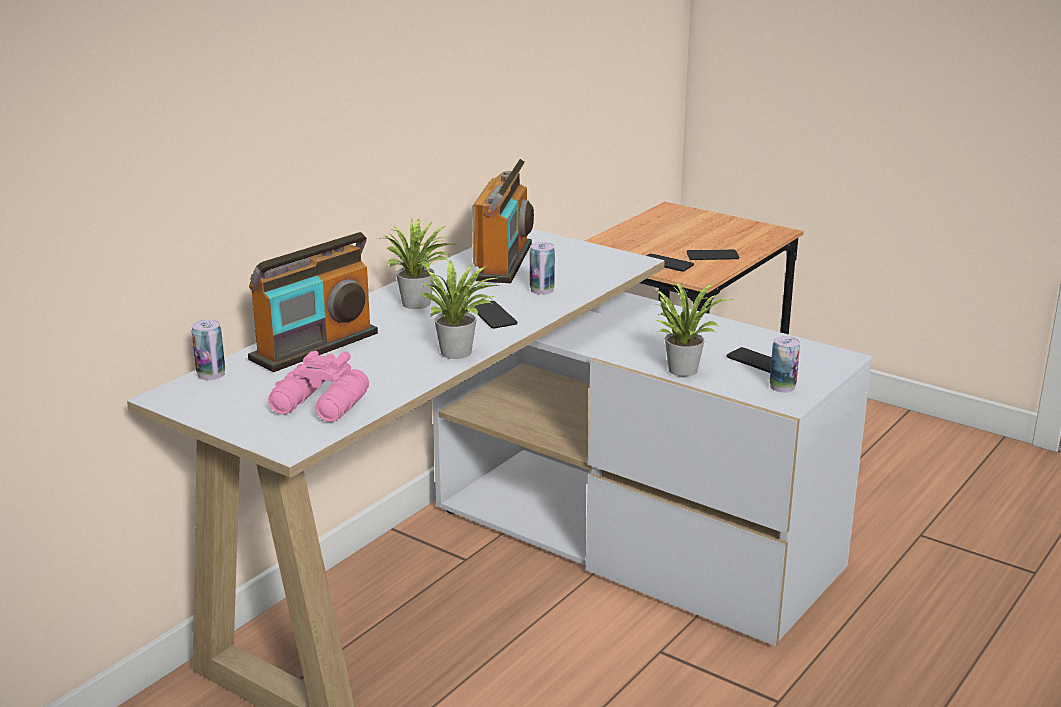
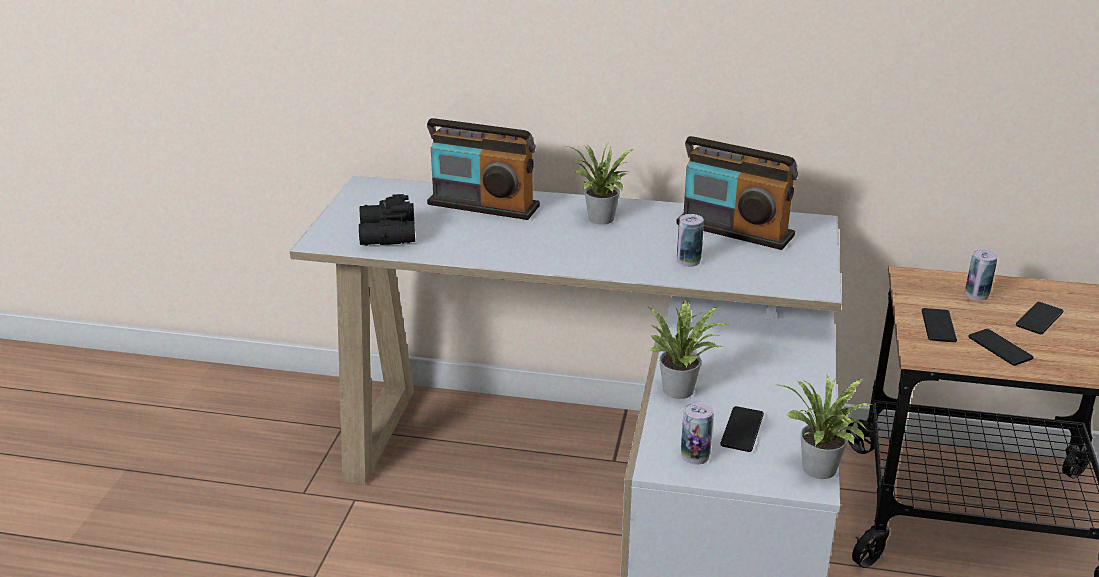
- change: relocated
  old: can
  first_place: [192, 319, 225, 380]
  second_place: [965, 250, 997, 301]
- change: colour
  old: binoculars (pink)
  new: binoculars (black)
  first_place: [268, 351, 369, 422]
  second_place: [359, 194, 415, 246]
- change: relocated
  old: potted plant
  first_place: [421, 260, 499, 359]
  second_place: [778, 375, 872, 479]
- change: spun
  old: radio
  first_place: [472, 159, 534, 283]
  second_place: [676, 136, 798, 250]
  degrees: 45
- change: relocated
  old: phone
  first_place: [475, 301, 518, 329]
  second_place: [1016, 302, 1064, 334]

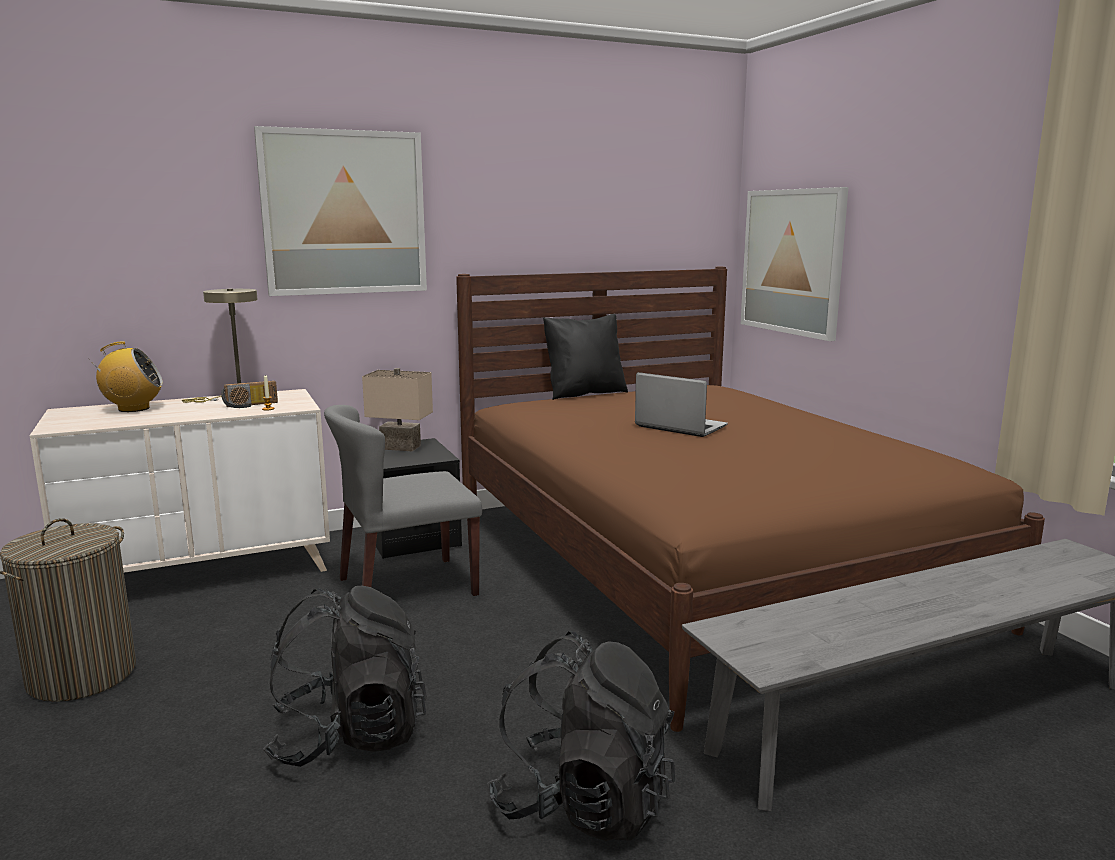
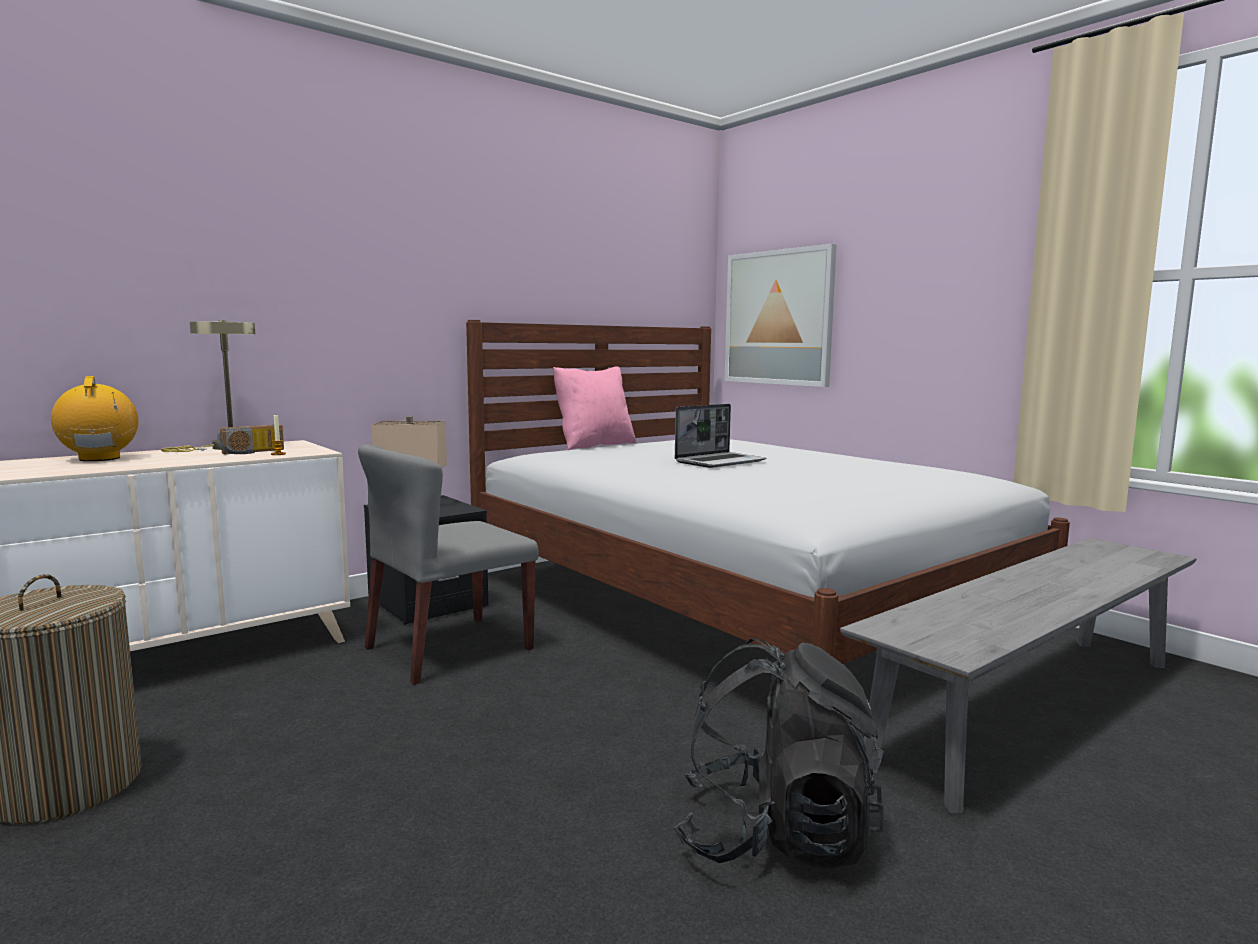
- change: spun
  old: radio
  first_place: [88, 342, 163, 412]
  second_place: [51, 376, 138, 461]
  degrees: -90
- change: missing
  old: picture
  first_place: [254, 126, 427, 296]
- change: missing
  old: backpack (black)
  first_place: [263, 586, 427, 767]
- change: colour
  old: bed (brown)
  new: bed (white)
  first_place: [456, 267, 1045, 732]
  second_place: [466, 320, 1070, 664]
- change: colour
  old: pillow (black)
  new: pillow (pink)
  first_place: [543, 314, 628, 400]
  second_place: [553, 366, 636, 450]
- change: spun
  old: laptop
  first_place: [635, 372, 728, 437]
  second_place: [675, 404, 766, 468]
  degrees: 120

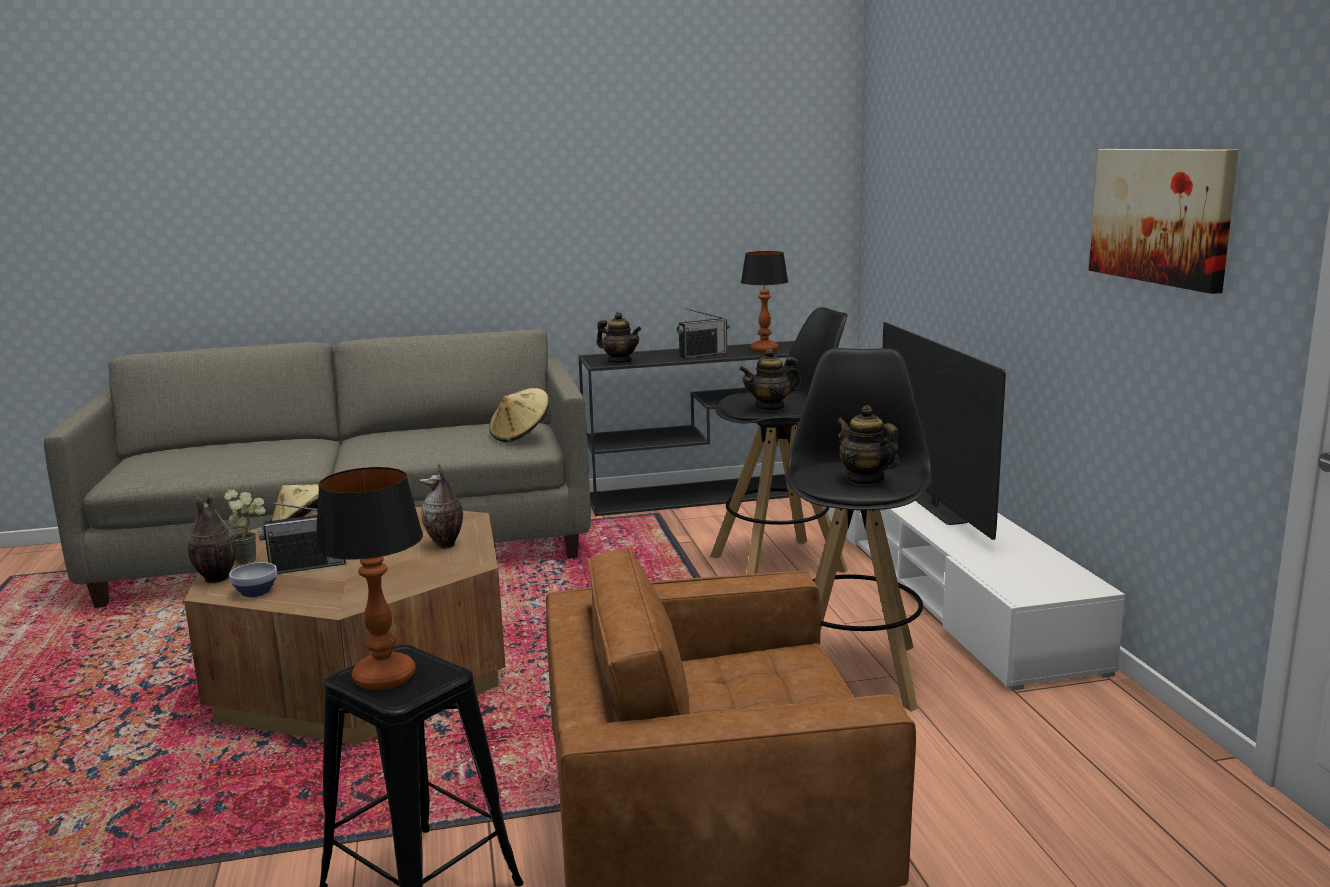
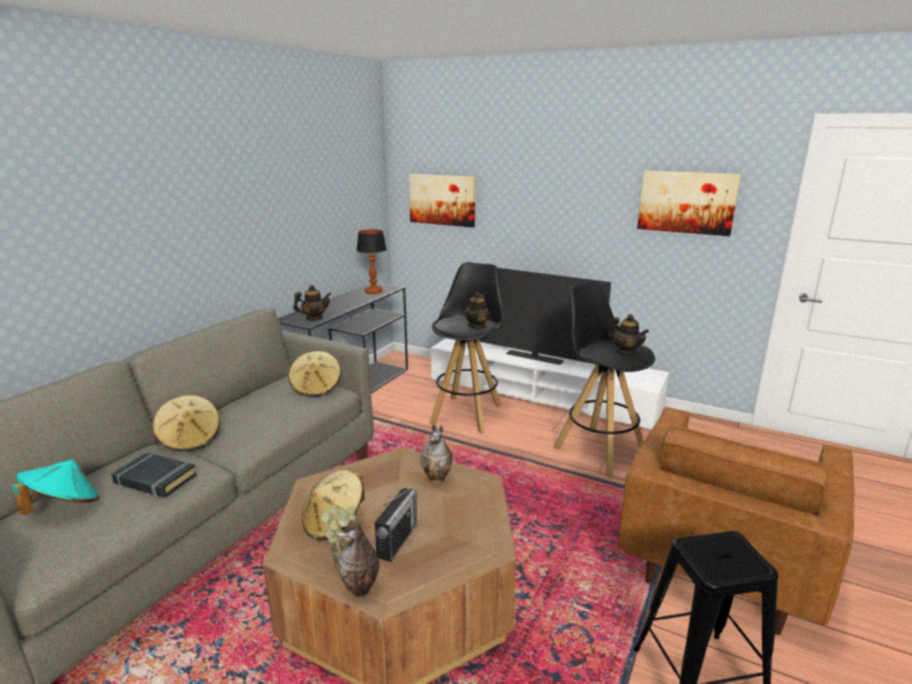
- change: missing
  old: bowl
  first_place: [229, 562, 277, 597]
- change: missing
  old: table lamp
  first_place: [315, 467, 423, 690]
- change: missing
  old: radio
  first_place: [677, 308, 730, 358]
- change: spun
  old: teapot
  first_place: [836, 405, 899, 485]
  second_place: [608, 314, 649, 355]
  degrees: -135
- change: appeared
  new: hat (turquoise)
  second_place: [12, 460, 99, 515]
- change: appeared
  new: book (black)
  second_place: [111, 452, 197, 498]
- change: appeared
  new: hat (beige)
  second_place: [152, 395, 220, 451]
- change: appeared
  new: picture
  second_place: [409, 174, 475, 228]

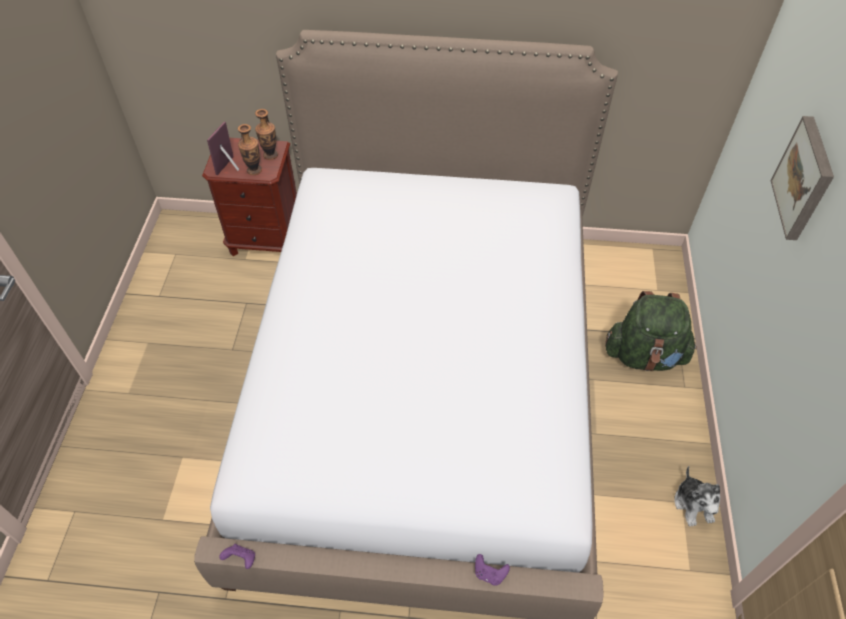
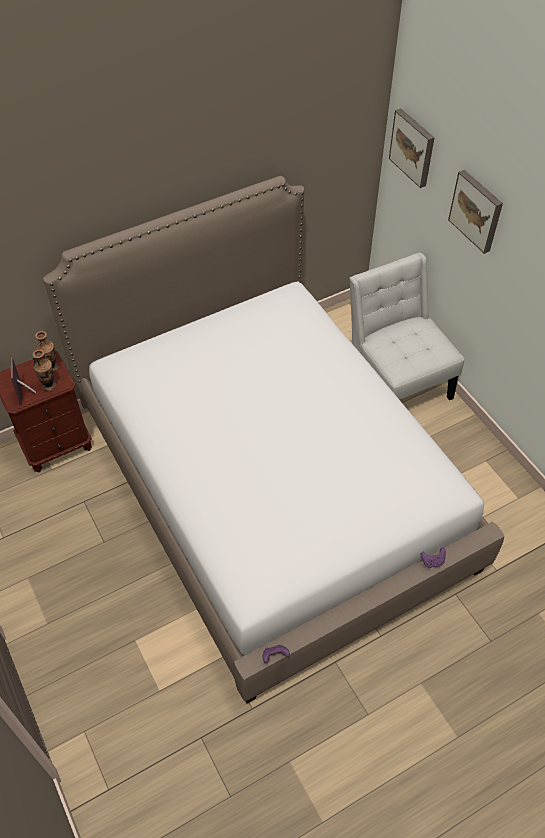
- change: exchanged
  old: backpack (green)
  new: chair (white)
  first_place: [605, 291, 697, 371]
  second_place: [349, 253, 464, 400]
- change: missing
  old: plush toy
  first_place: [675, 466, 720, 527]
- change: appeared
  new: picture
  second_place: [389, 108, 435, 188]

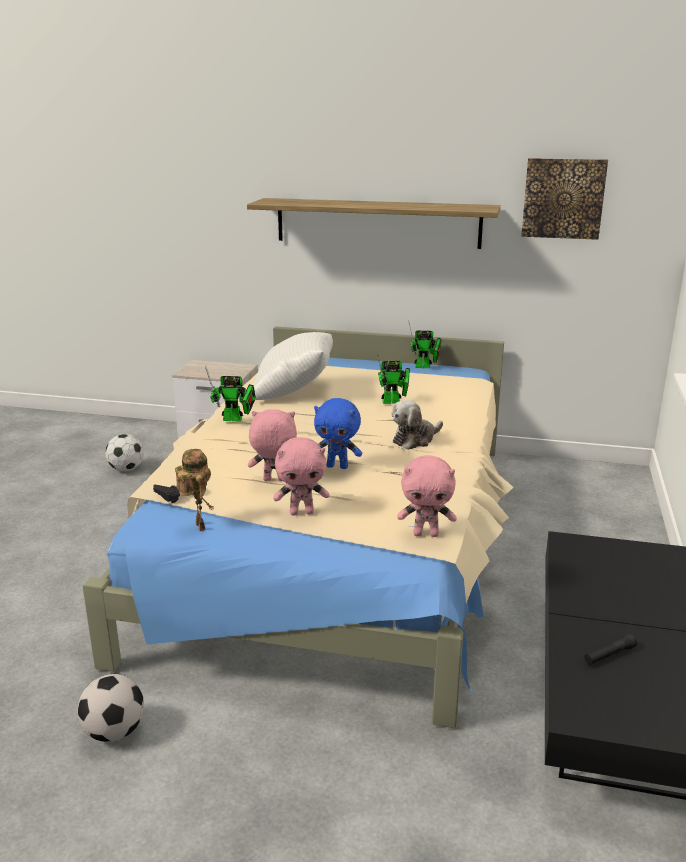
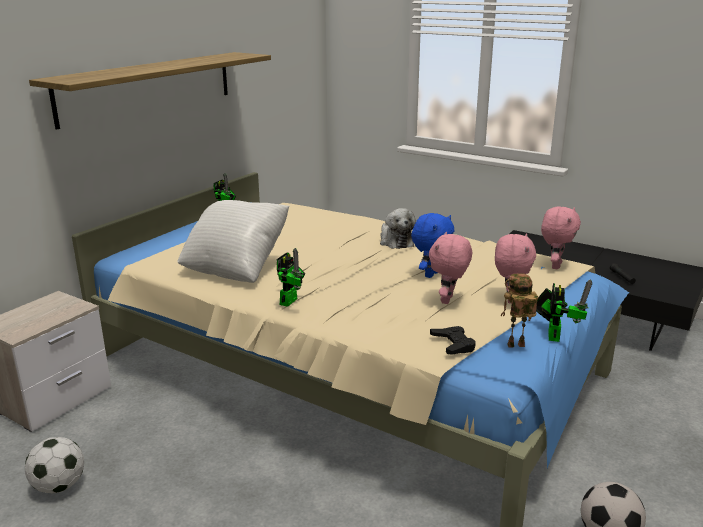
- change: relocated
  old: toy robot
  first_place: [377, 352, 410, 404]
  second_place: [536, 279, 593, 342]
- change: missing
  old: picture
  first_place: [521, 158, 608, 240]

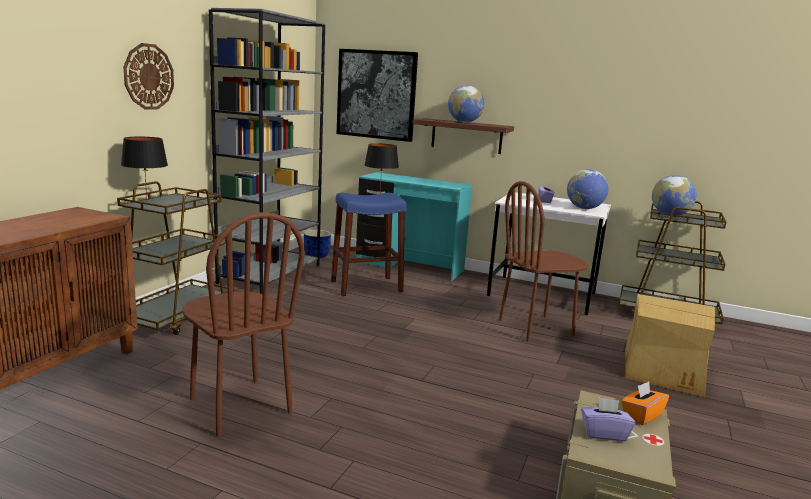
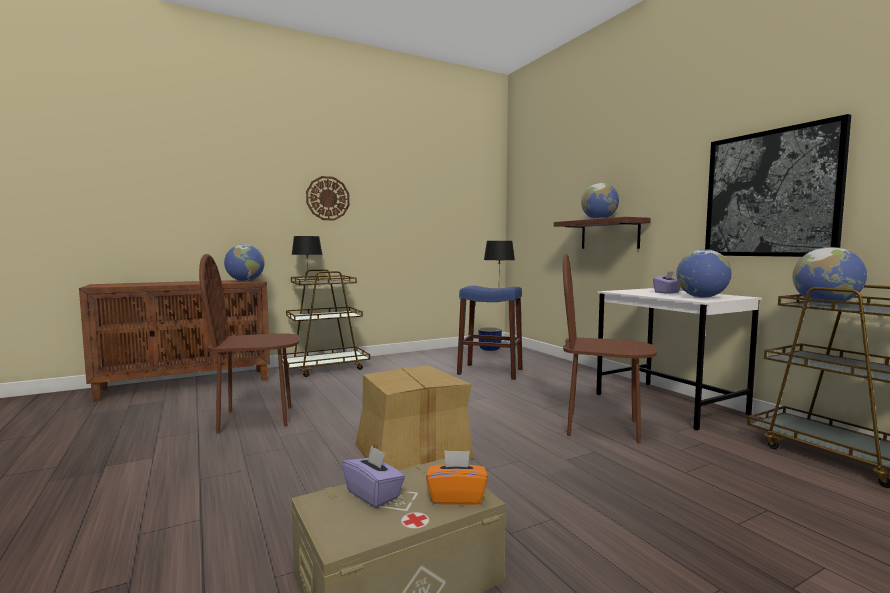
- change: spun
  old: chair (brown)
  first_place: [182, 212, 305, 437]
  second_place: [199, 254, 300, 433]
  degrees: 75
- change: missing
  old: bookcase (grey)
  first_place: [209, 8, 325, 294]
- change: relocated
  old: picture
  first_place: [337, 49, 418, 142]
  second_place: [705, 114, 851, 257]
- change: missing
  old: desk (turquoise)
  first_place: [356, 172, 472, 281]
- change: relocated
  old: cardboard box
  first_place: [625, 294, 715, 397]
  second_place: [355, 365, 473, 470]
- change: appeared
  new: globe
  second_place: [224, 244, 264, 282]

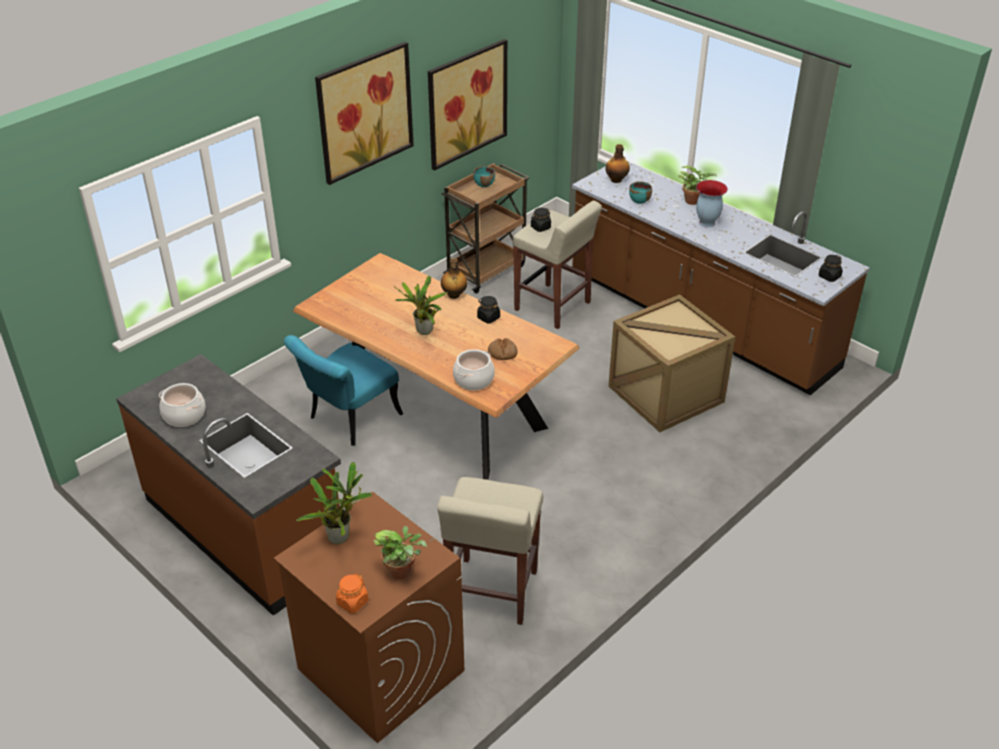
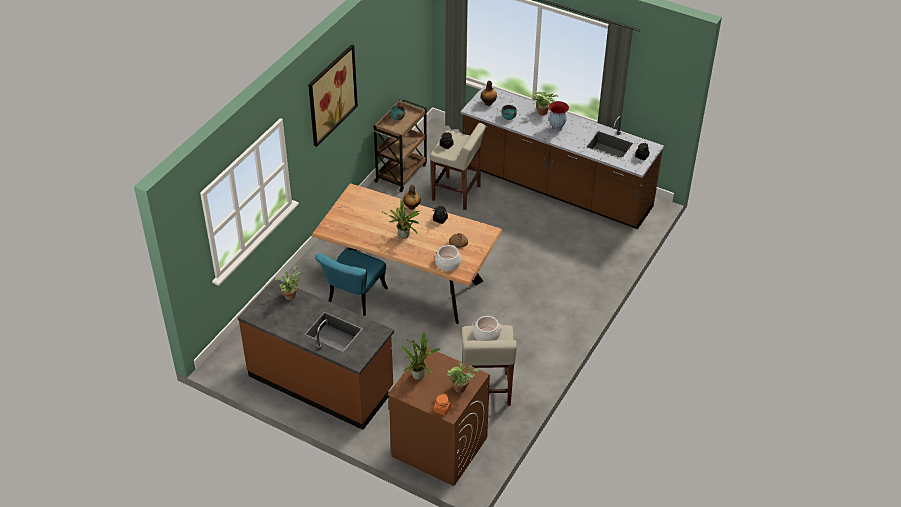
- change: relocated
  old: cooking pot
  first_place: [159, 383, 205, 427]
  second_place: [473, 316, 502, 341]
- change: missing
  old: picture
  first_place: [428, 39, 507, 170]
- change: missing
  old: crate
  first_place: [608, 294, 735, 432]
- change: appeared
  new: potted plant
  second_place: [275, 266, 301, 300]

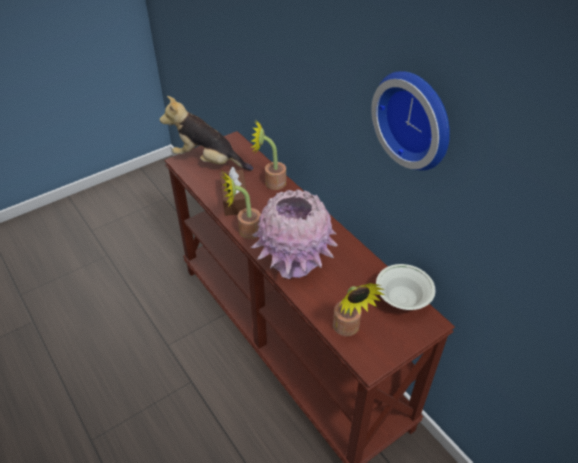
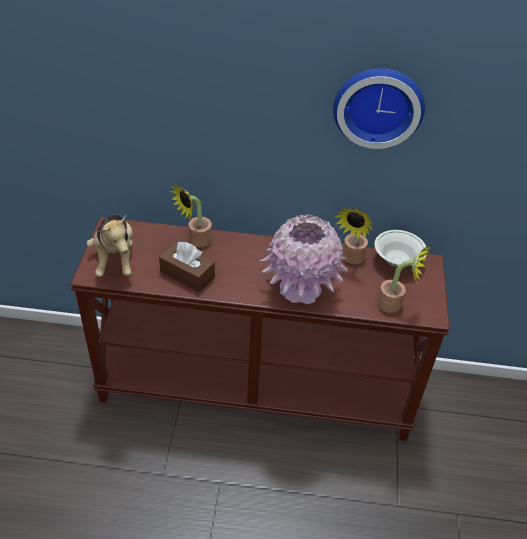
- change: spun
  old: plush toy
  first_place: [160, 96, 253, 171]
  second_place: [87, 214, 133, 277]
  degrees: -75
- change: relocated
  old: potted plant
  first_place: [221, 171, 261, 239]
  second_place: [335, 208, 373, 264]

